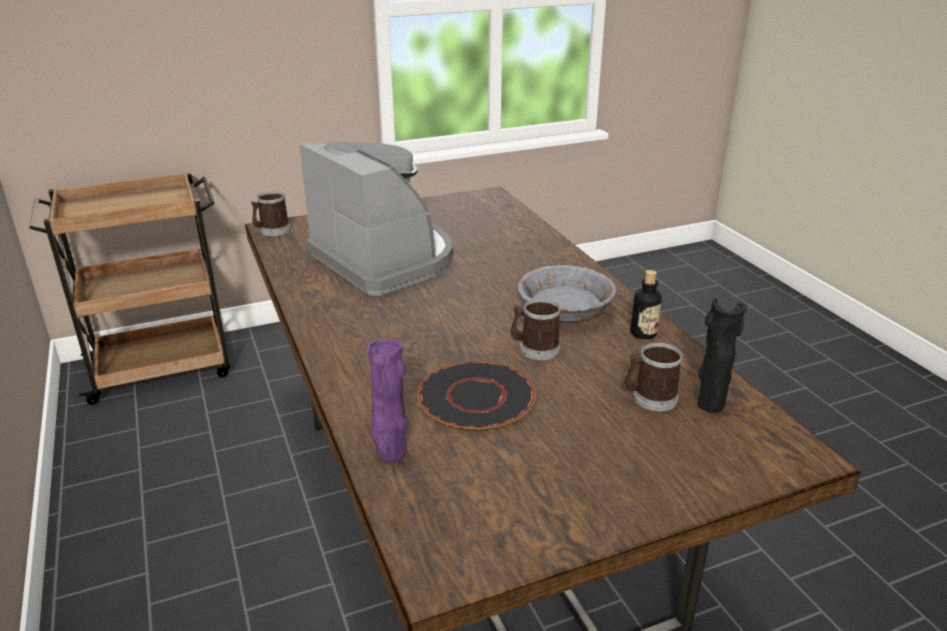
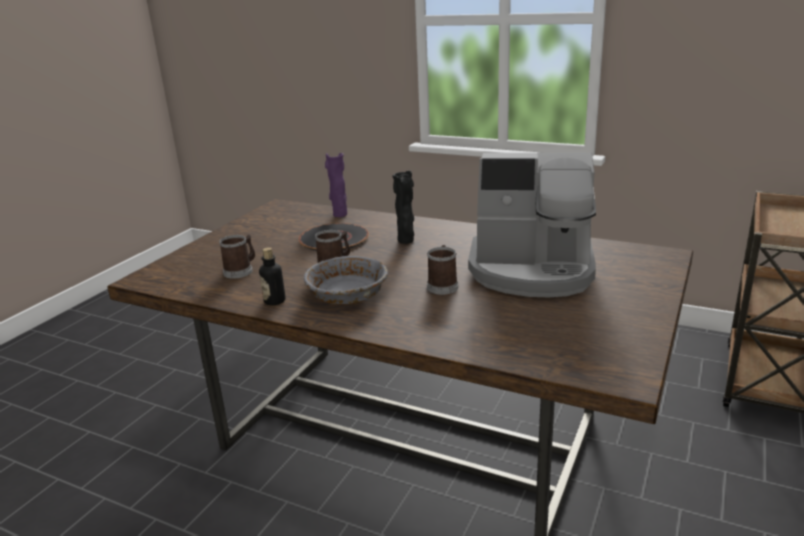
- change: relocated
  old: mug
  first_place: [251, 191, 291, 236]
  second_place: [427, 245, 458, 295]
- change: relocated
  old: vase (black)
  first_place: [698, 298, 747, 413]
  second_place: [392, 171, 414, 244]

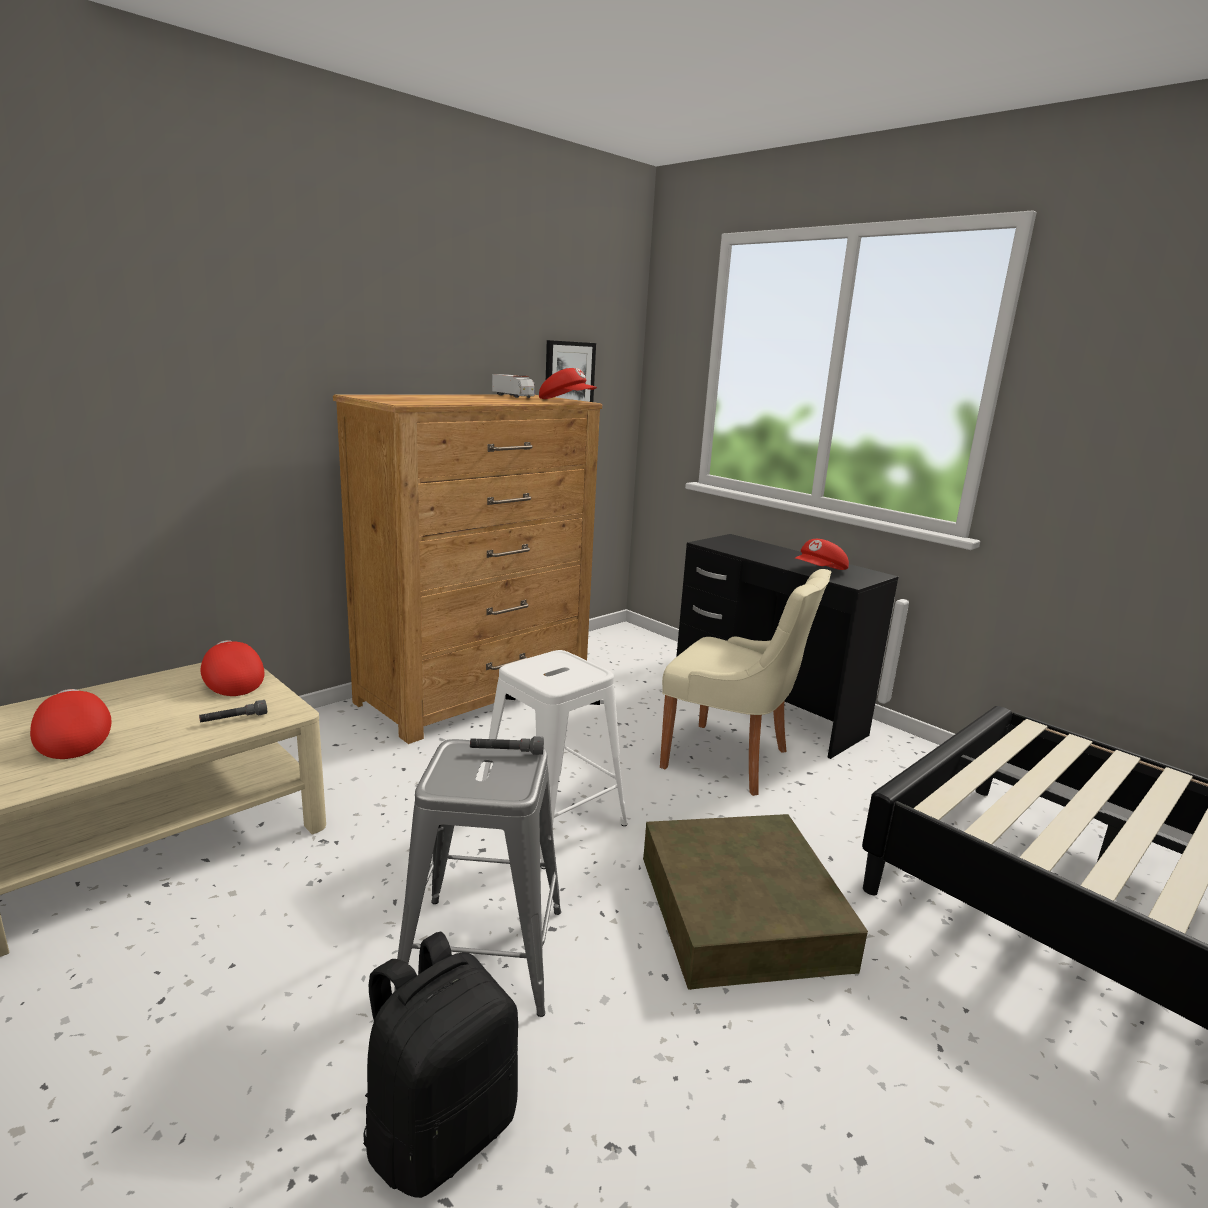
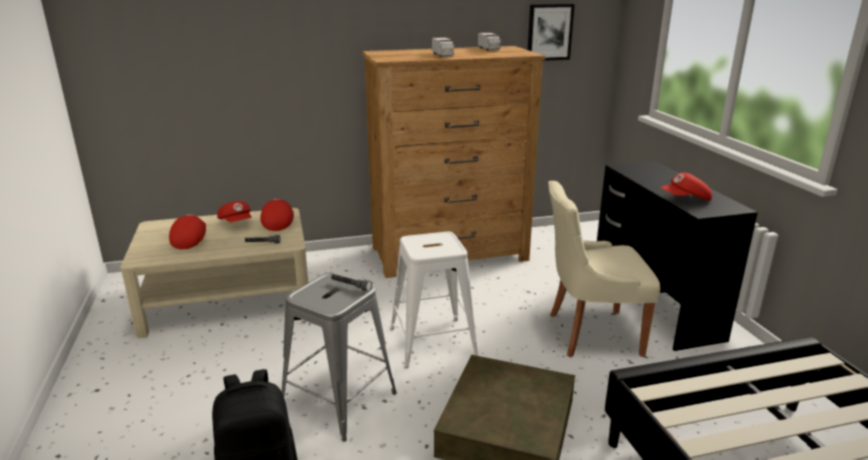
- change: relocated
  old: cap (red)
  first_place: [539, 368, 597, 399]
  second_place: [217, 201, 252, 222]
- change: spun
  old: chair (beige)
  first_place: [660, 569, 831, 796]
  second_place: [548, 181, 661, 357]
  degrees: 120
- change: appeared
  new: toy truck
  second_place: [432, 37, 455, 57]

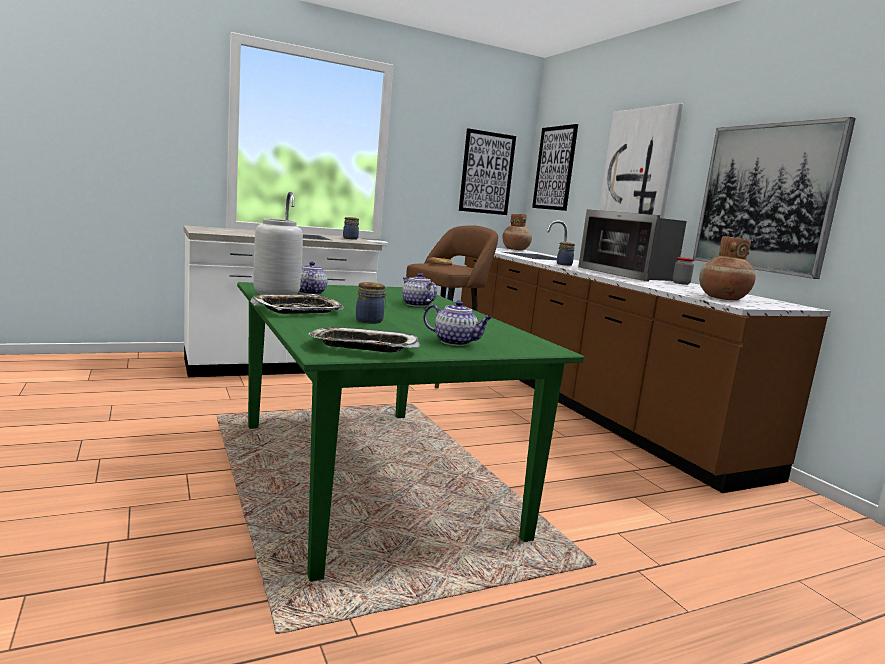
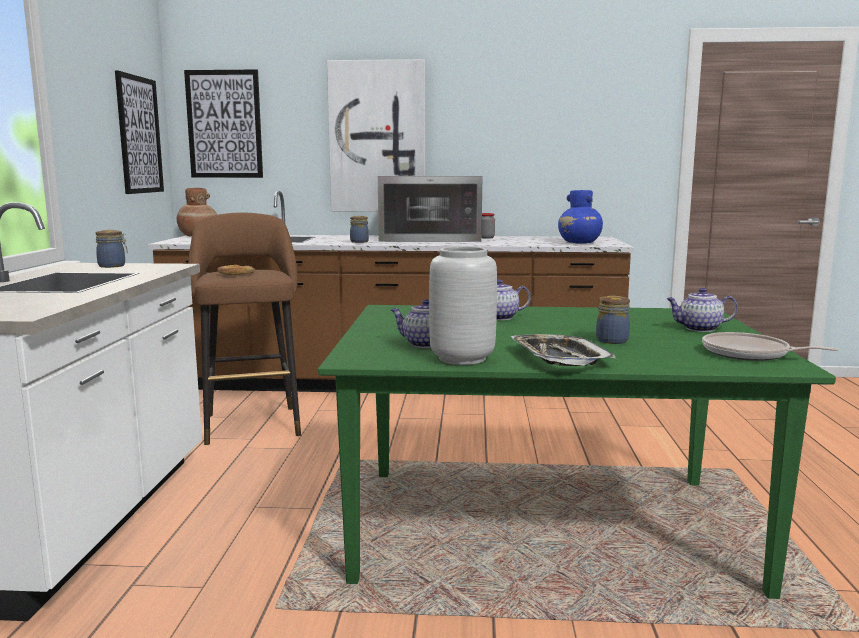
- change: exchanged
  old: tray
  new: frying pan
  first_place: [308, 327, 421, 353]
  second_place: [702, 332, 839, 361]
- change: spun
  old: teapot
  first_place: [423, 301, 493, 346]
  second_place: [667, 288, 738, 332]
  degrees: -135
- change: missing
  old: picture
  first_place: [693, 117, 856, 279]
- change: colour
  old: vase (brown)
  new: vase (blue)
  first_place: [699, 236, 755, 300]
  second_place: [558, 190, 603, 244]

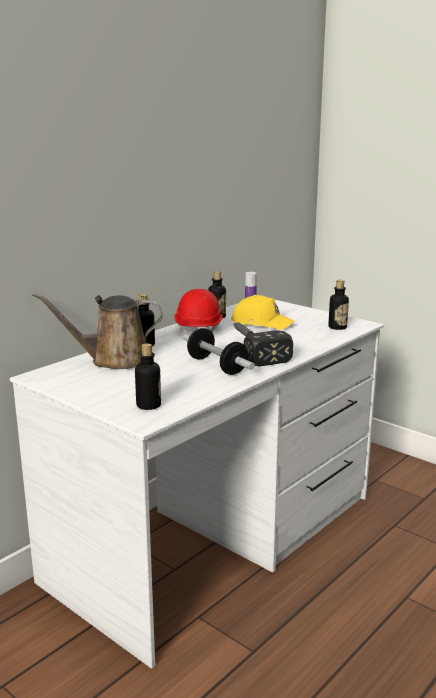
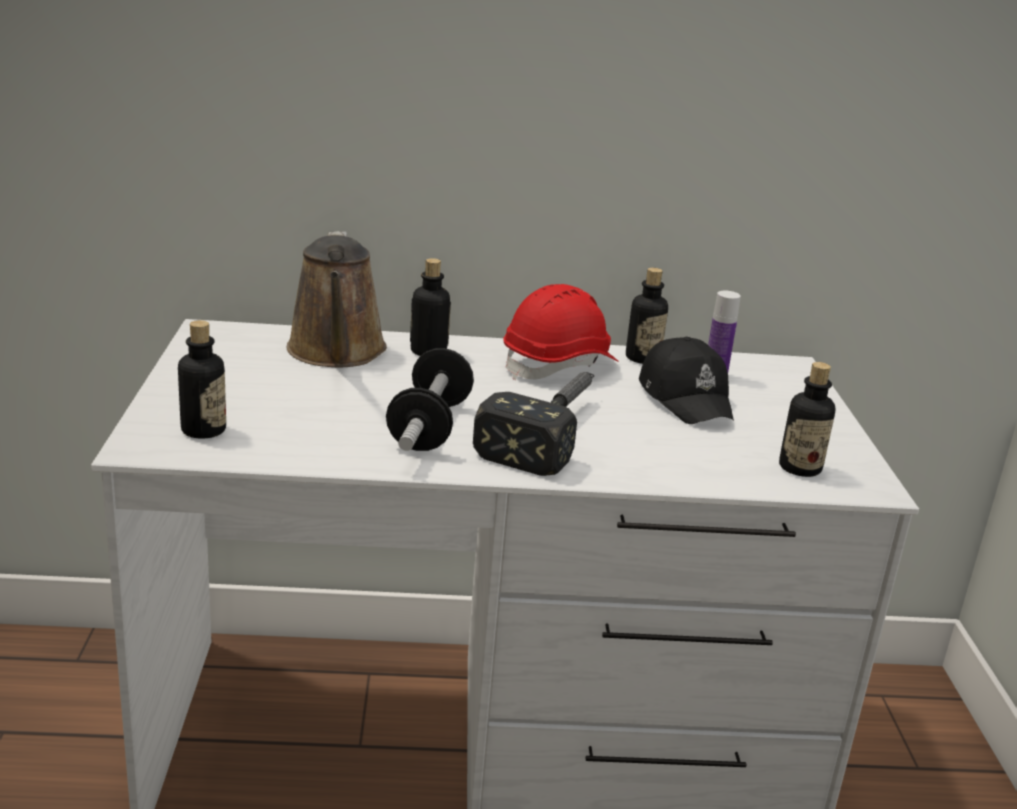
- change: spun
  old: watering can (brown)
  first_place: [32, 292, 163, 369]
  second_place: [287, 231, 387, 368]
  degrees: -135
- change: colour
  old: cap (yellow)
  new: cap (black)
  first_place: [231, 295, 295, 330]
  second_place: [639, 337, 734, 424]

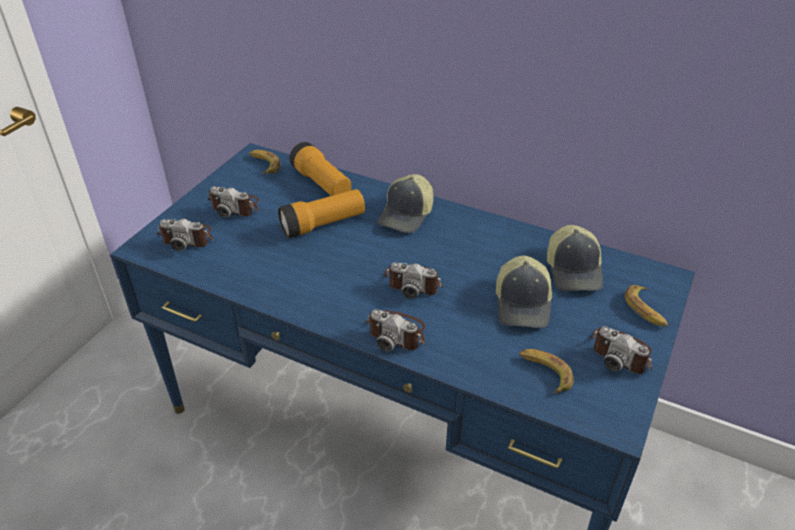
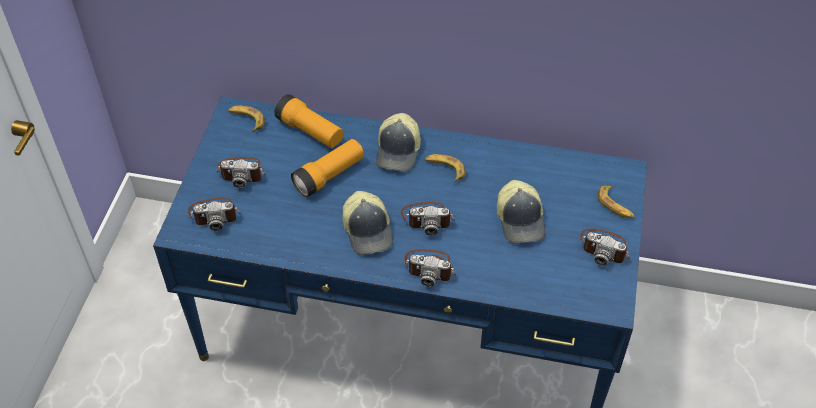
- change: relocated
  old: banana
  first_place: [519, 349, 574, 394]
  second_place: [425, 154, 466, 182]
- change: relocated
  old: cap
  first_place: [547, 225, 603, 291]
  second_place: [342, 191, 393, 255]

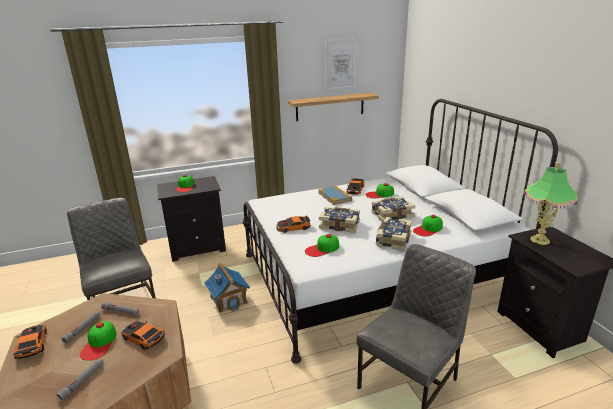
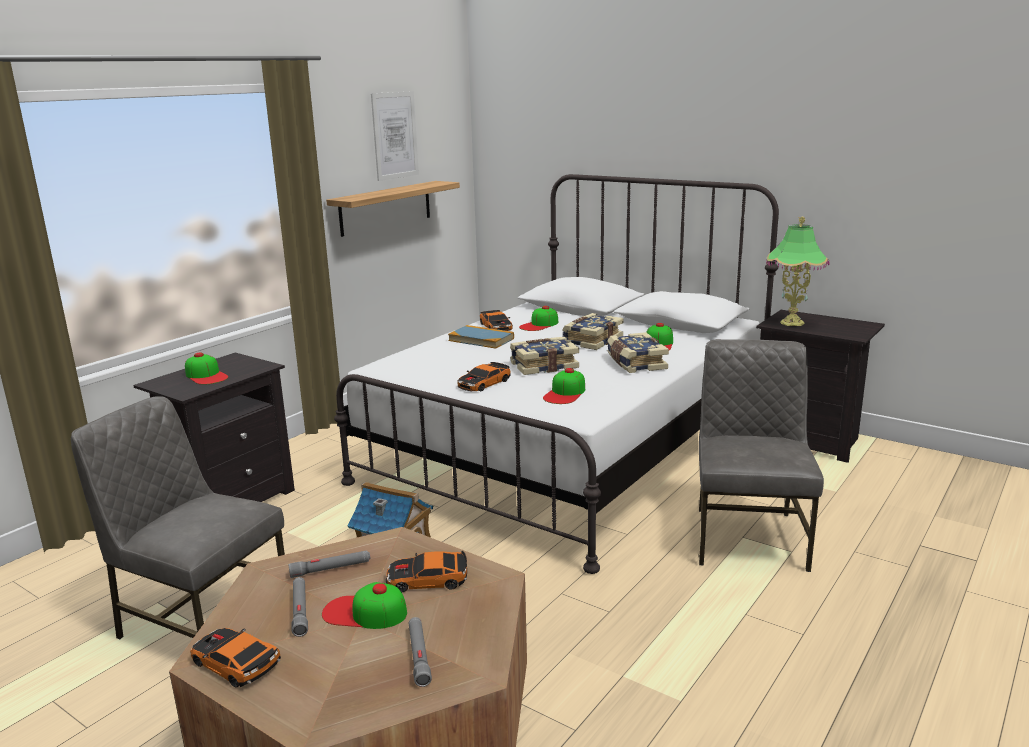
- change: spun
  old: cap
  first_place: [80, 321, 116, 361]
  second_place: [322, 582, 407, 629]
  degrees: 135

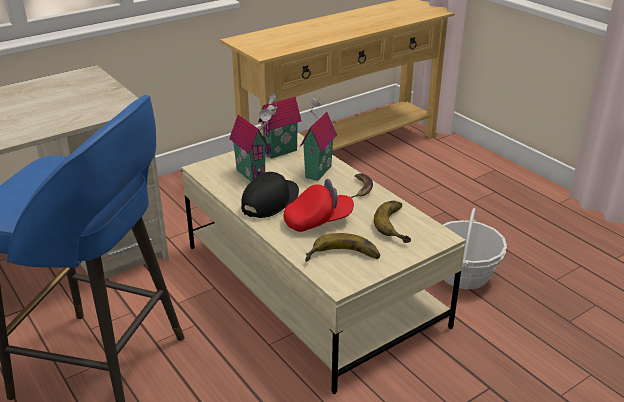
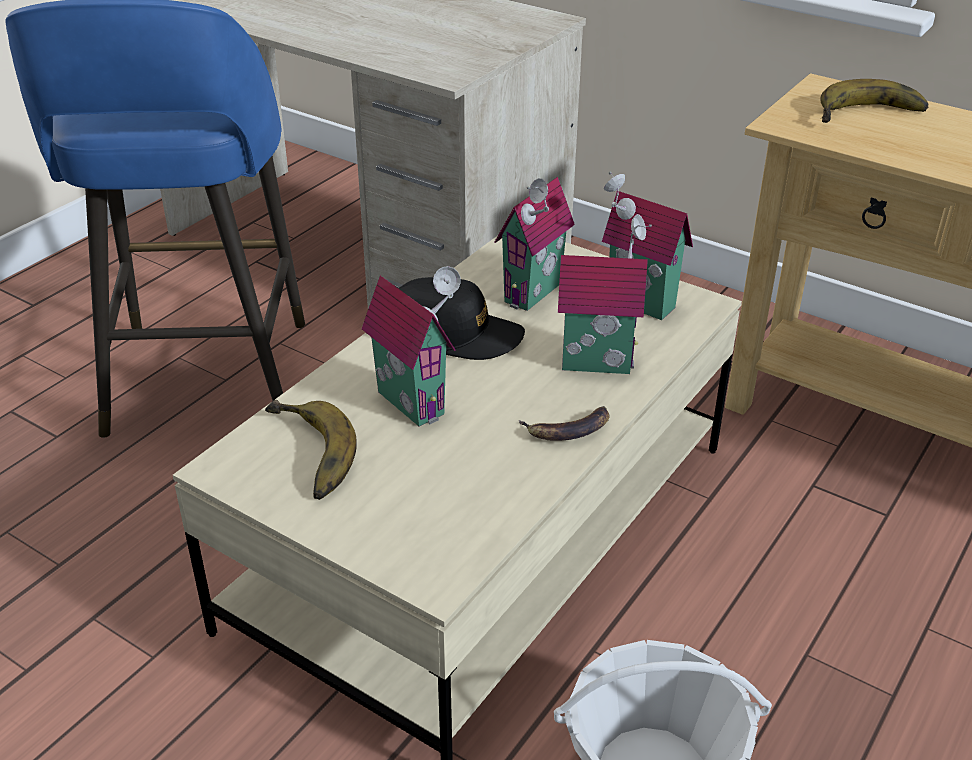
- change: exchanged
  old: cap (red)
  new: toy house
  first_place: [284, 179, 354, 232]
  second_place: [362, 266, 461, 426]
- change: relocated
  old: banana
  first_place: [374, 201, 411, 243]
  second_place: [820, 79, 929, 123]

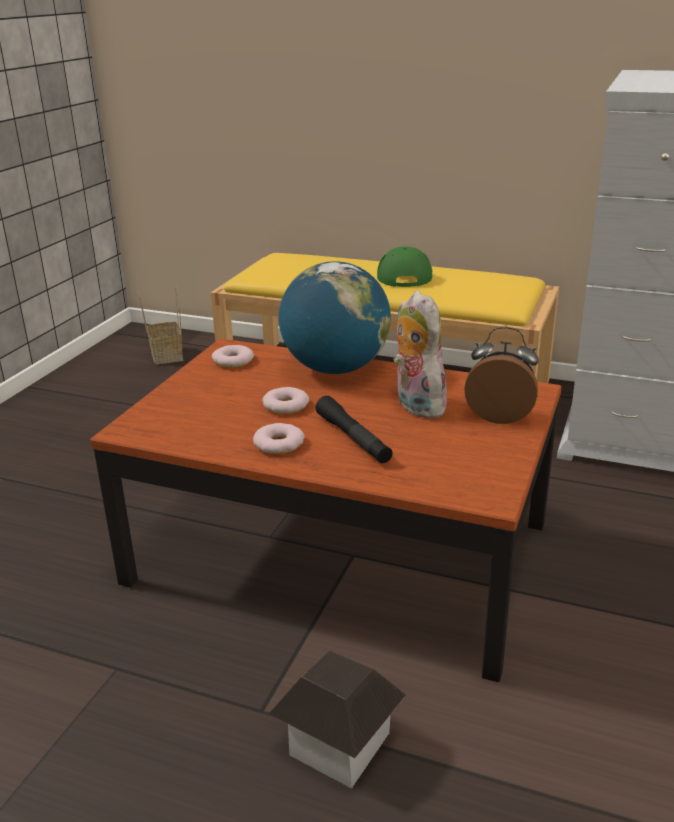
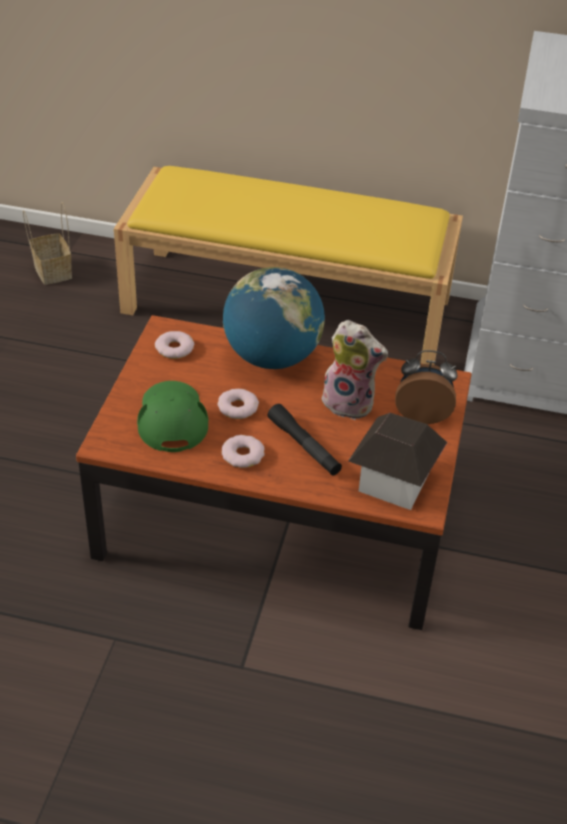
- change: relocated
  old: toy house
  first_place: [269, 651, 406, 788]
  second_place: [348, 413, 447, 510]
- change: relocated
  old: cap (green)
  first_place: [377, 246, 432, 287]
  second_place: [137, 381, 208, 452]
- change: spun
  old: plush toy
  first_place: [394, 291, 450, 418]
  second_place: [322, 320, 388, 420]
  degrees: 150

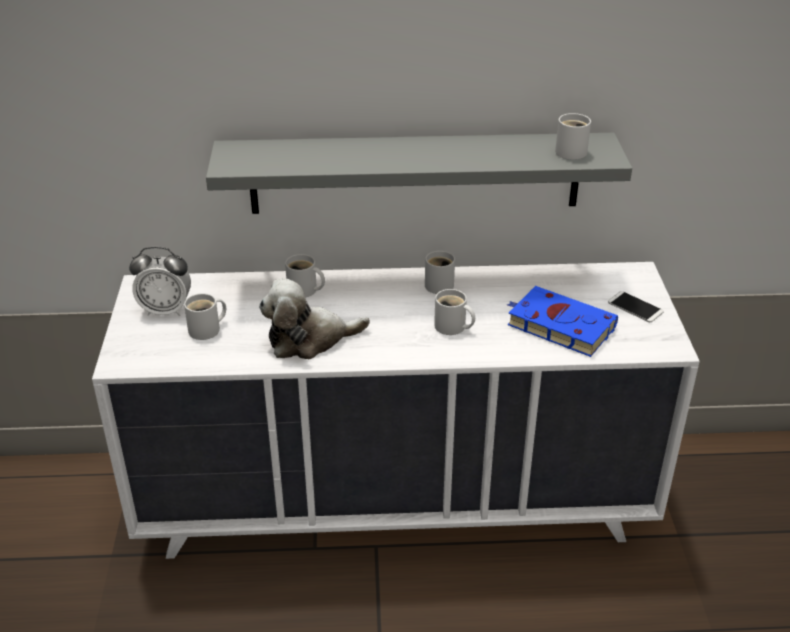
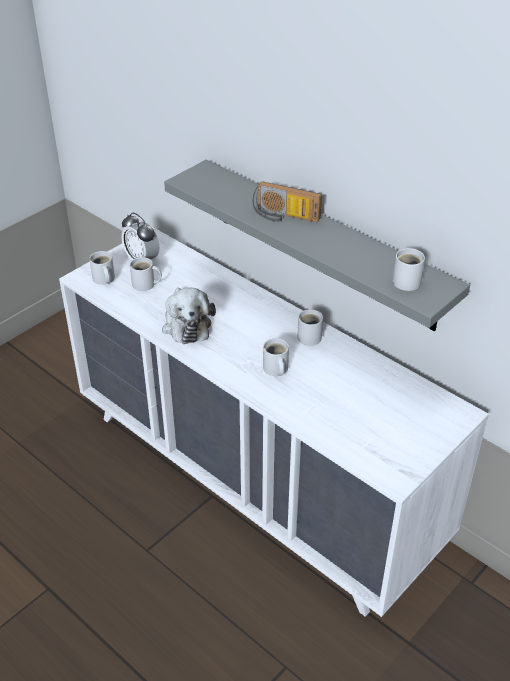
- change: spun
  old: plush toy
  first_place: [259, 278, 370, 359]
  second_place: [162, 288, 216, 344]
  degrees: -135
- change: relocated
  old: mug (white)
  first_place: [285, 254, 325, 297]
  second_place: [89, 251, 115, 285]
- change: missing
  old: book (blue)
  first_place: [507, 286, 618, 357]
- change: missing
  old: phone
  first_place: [608, 291, 664, 322]
- change: appeared
  new: radio
  second_place: [253, 181, 322, 222]

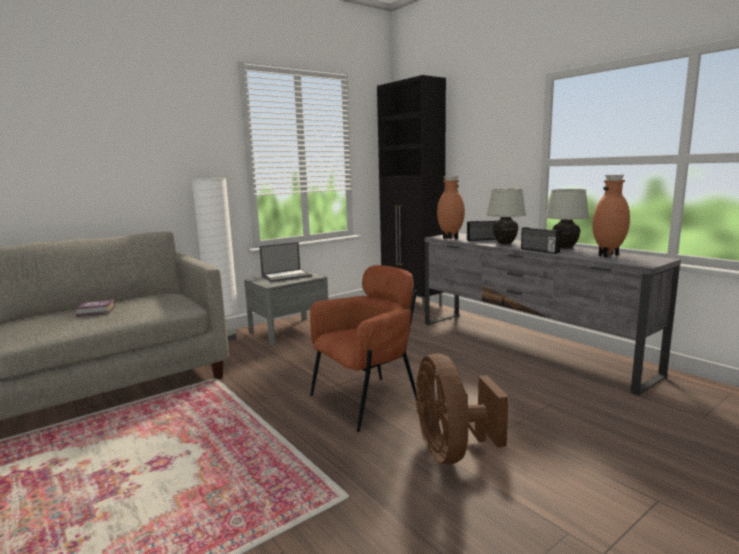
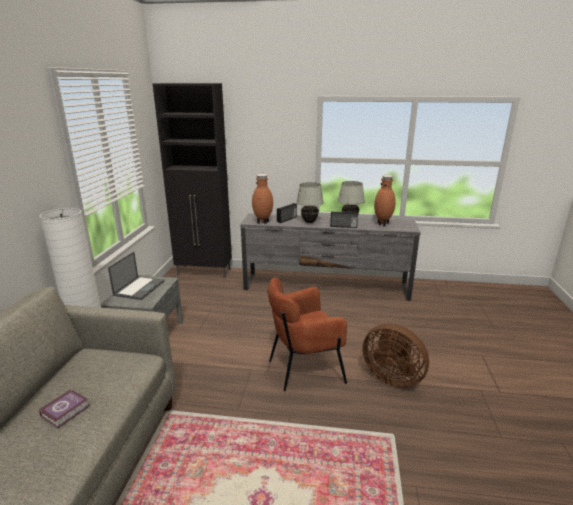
- change: spun
  old: armchair (brown)
  first_place: [310, 265, 417, 432]
  second_place: [267, 277, 347, 391]
  degrees: -120

